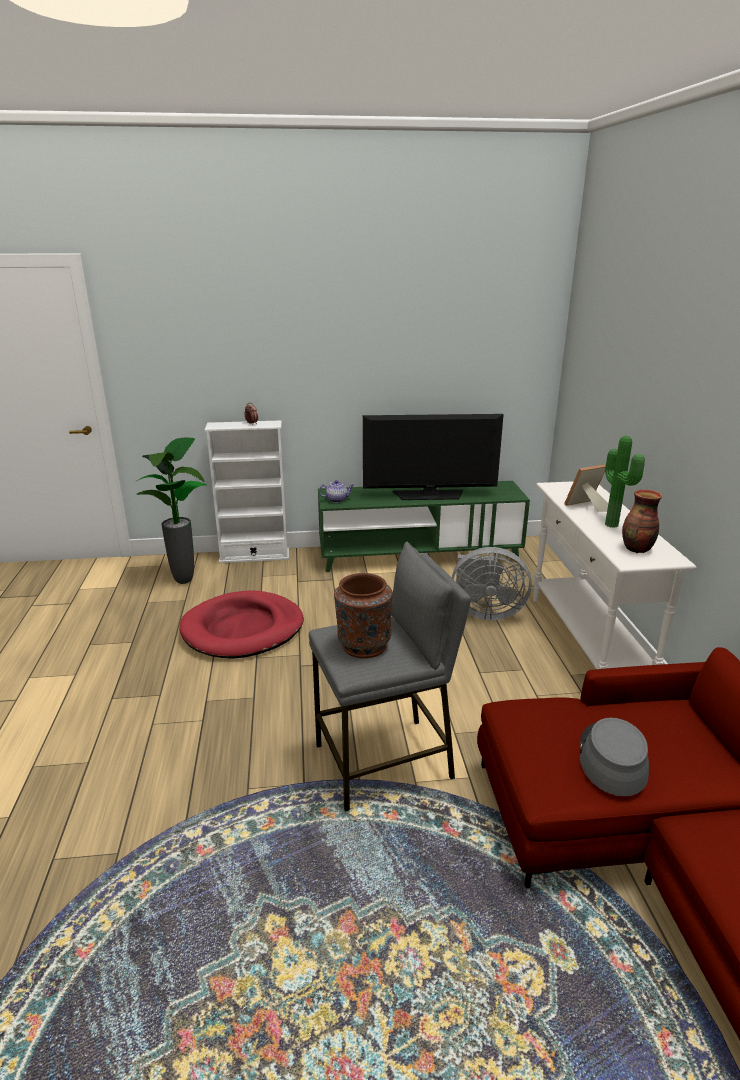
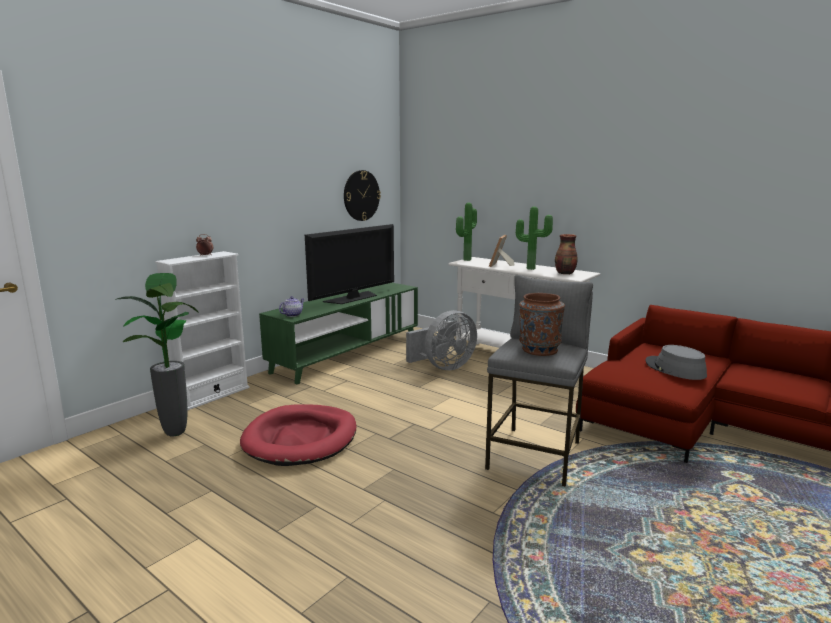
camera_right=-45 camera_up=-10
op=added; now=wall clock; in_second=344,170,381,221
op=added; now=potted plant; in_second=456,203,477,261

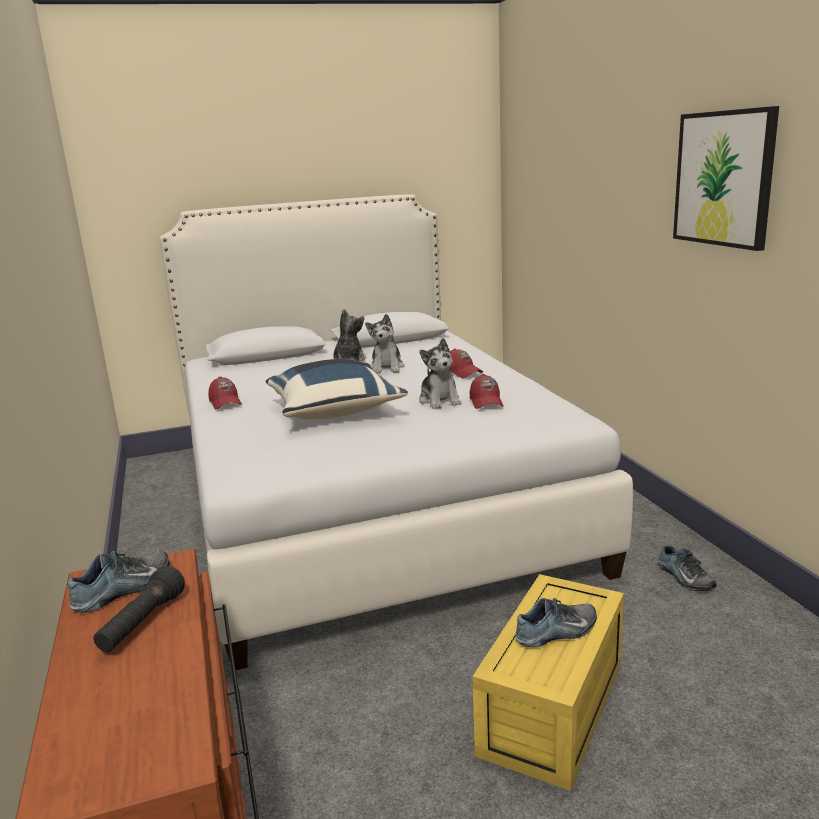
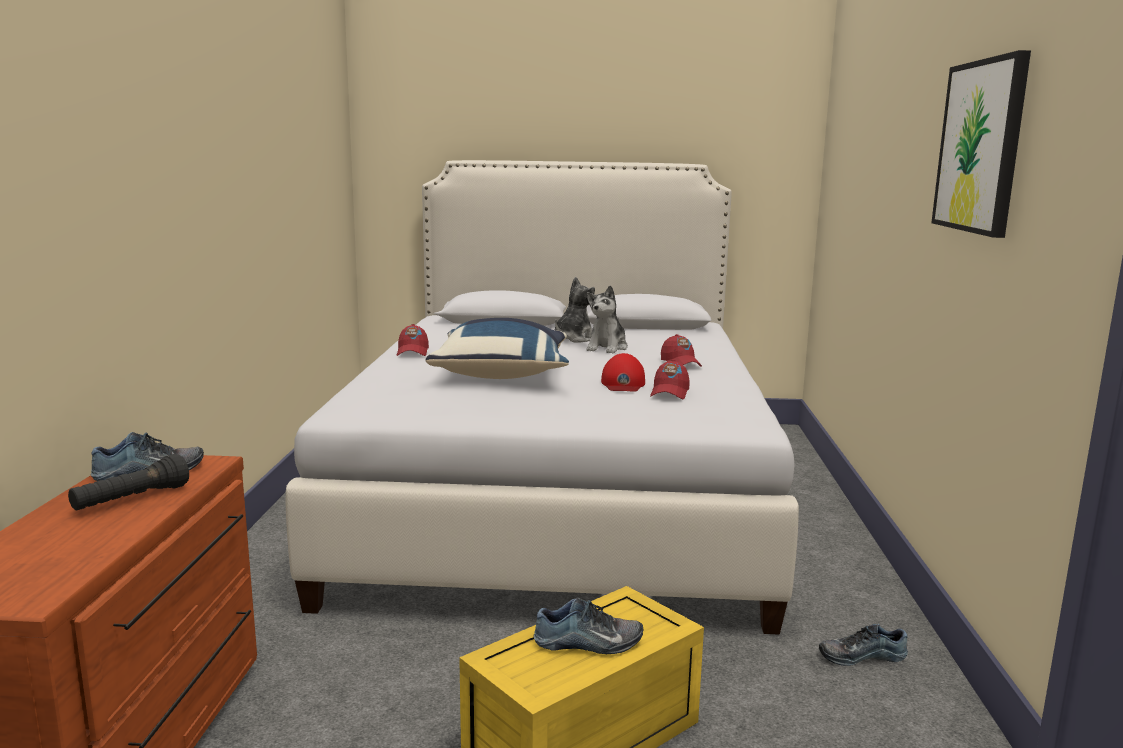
camera_right=20 camera_up=-5
op=replaced; was=soft toy; now=reddish peaked cap; in_first=419,338,462,409; in_second=601,353,645,392
op=turned; was=item of footwear; in_first=658,545,717,591; in_second=819,624,908,666; clockwise=90

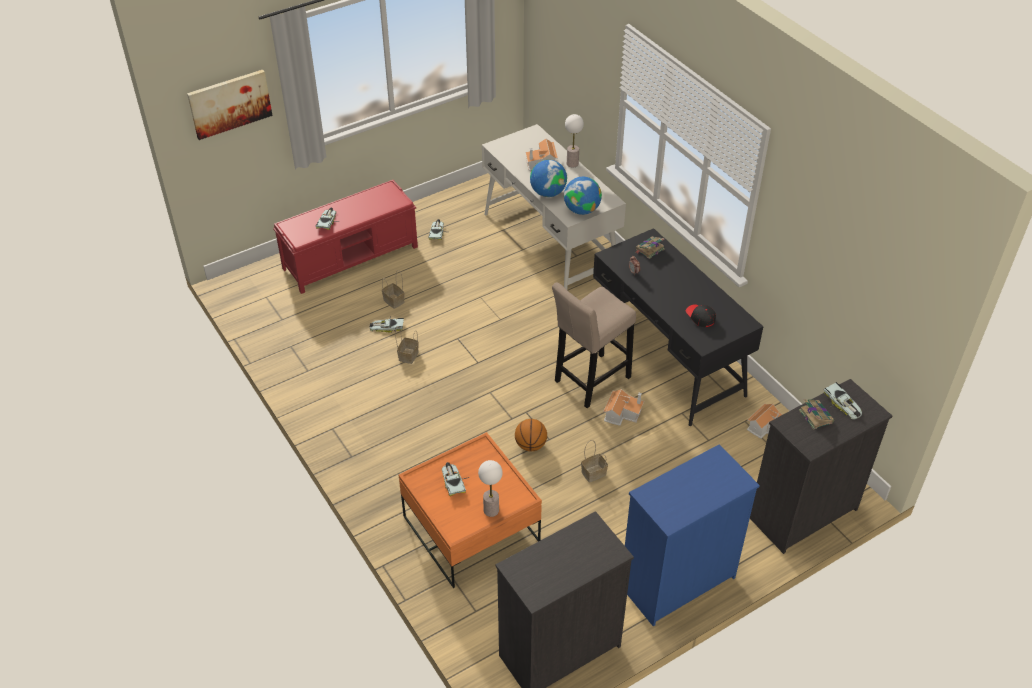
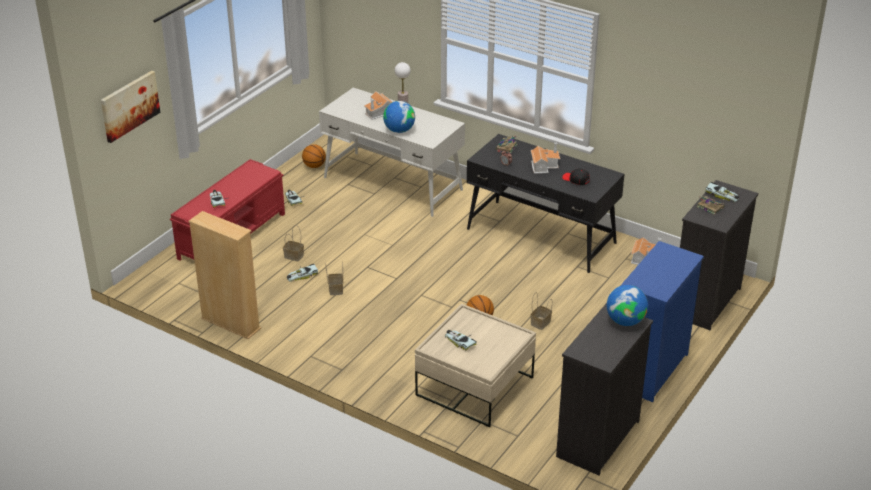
camera_right=-25 camera_up=-10
op=removed; was=table lamp; in_first=478,460,503,517
op=removed; was=sand-coloured sitting stool; in_first=552,283,636,408
op=added; now=sand-coloured bookshelf; in_second=188,211,261,339
op=added; now=basketball ball; in_second=302,144,326,168
op=moved; was=desk globe; in_first=564,177,602,215; in_second=607,285,648,326
op=moved; was=toy house; in_first=603,389,644,426; in_second=531,142,560,173
op=recoloured; was=orangey low table; now=sand-coloured low table; in_first=399,432,542,588; in_second=415,304,536,427

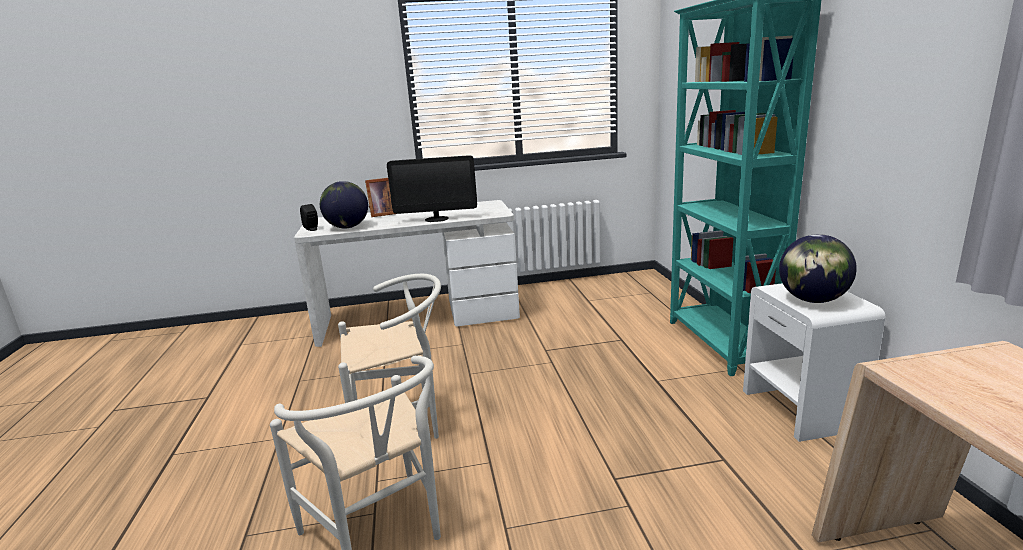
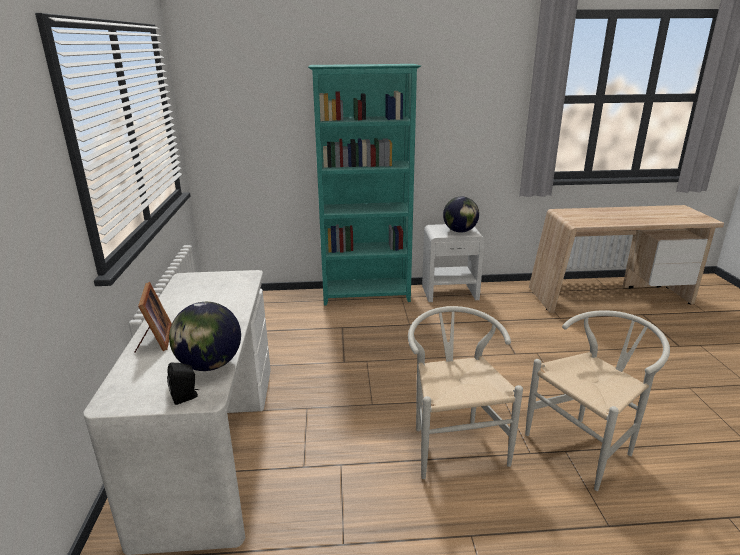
camera_right=-85 camera_up=5
op=removed; was=monitor; in_first=387,155,477,222

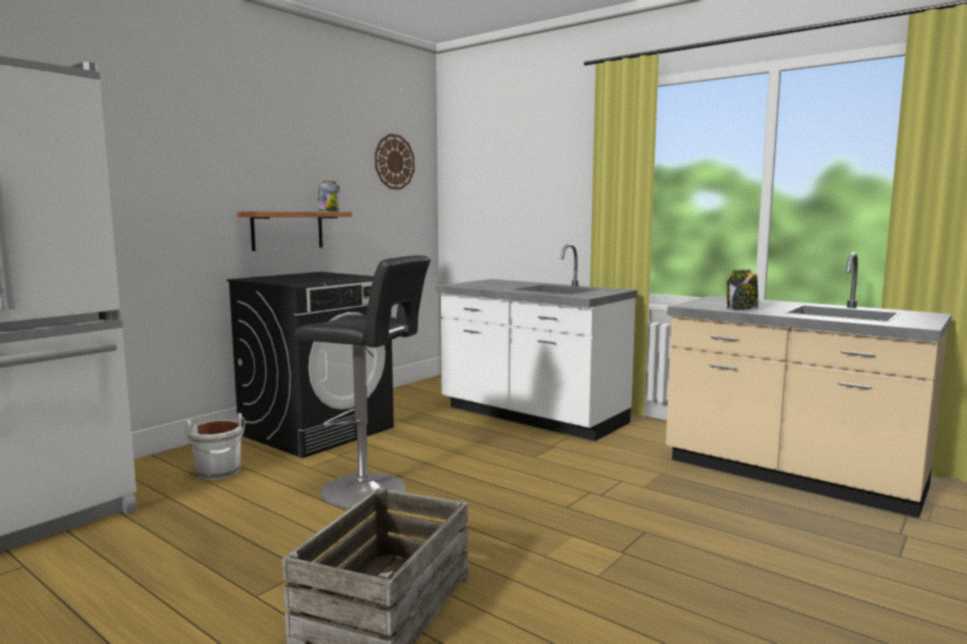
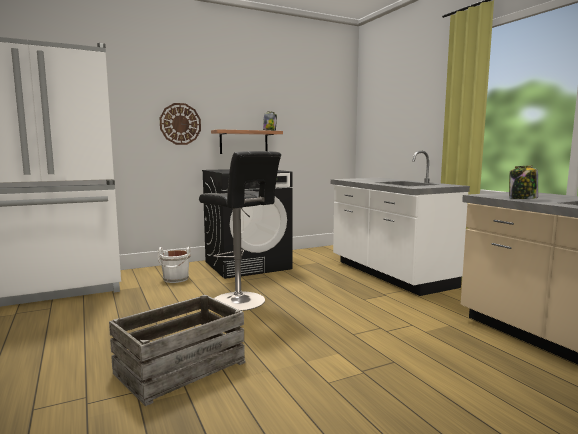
camera_right=25 camera_up=0
op=moved; was=wall clock; in_first=375,134,415,190; in_second=160,103,201,145

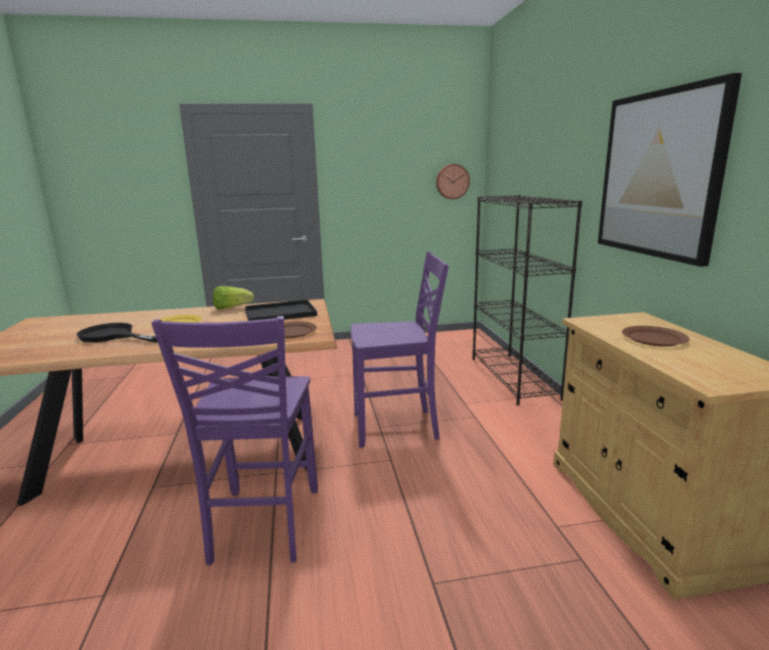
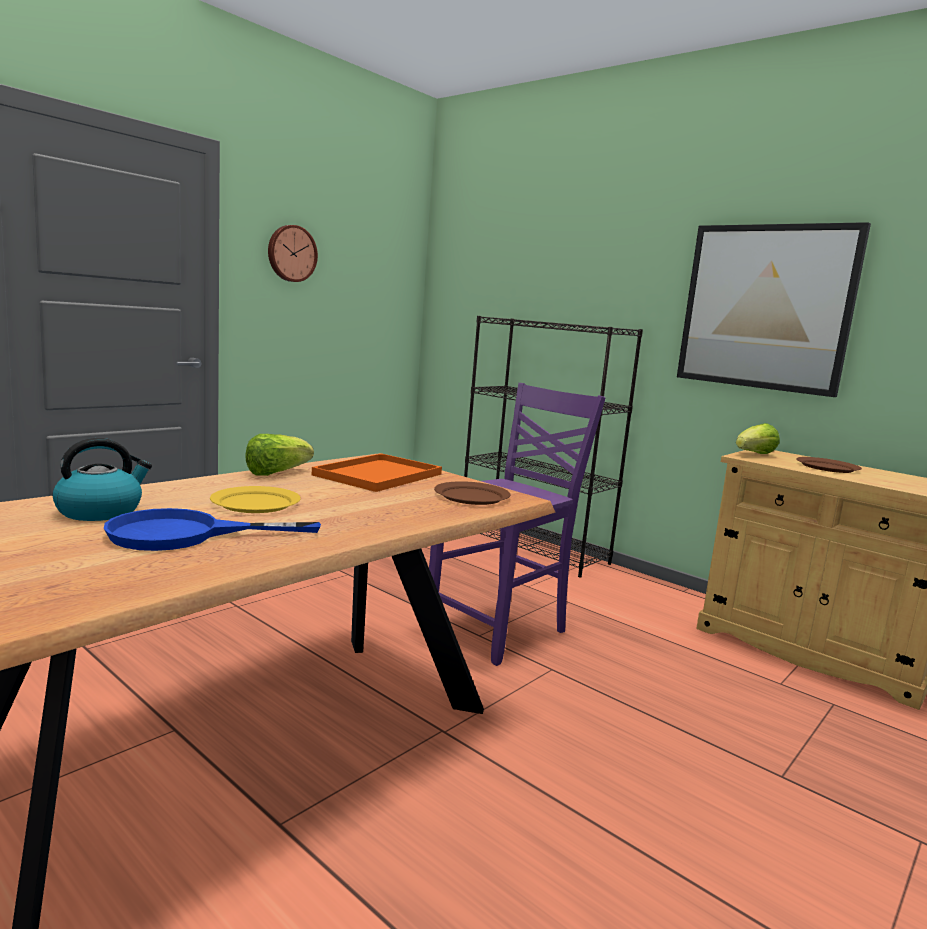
camera_right=-40 camera_up=-5
op=removed; was=purple-coloured plain chair; in_first=151,316,318,565
op=added; now=water kettle; in_second=52,438,152,521
op=added; now=head of lettuce; in_second=736,423,780,454
op=moved; was=wall clock; in_first=436,164,470,199; in_second=268,225,318,282
op=recoloured; was=blackish frying pan; now=blue-coloured frying pan; in_first=76,323,158,343; in_second=104,508,321,551
op=recoloured; was=blackish tray; now=orangey tray; in_first=245,300,317,321; in_second=312,453,442,492

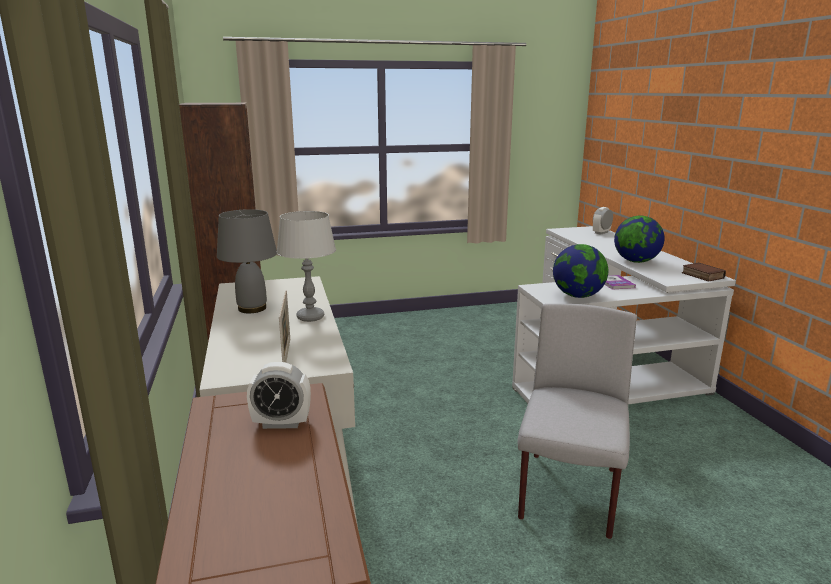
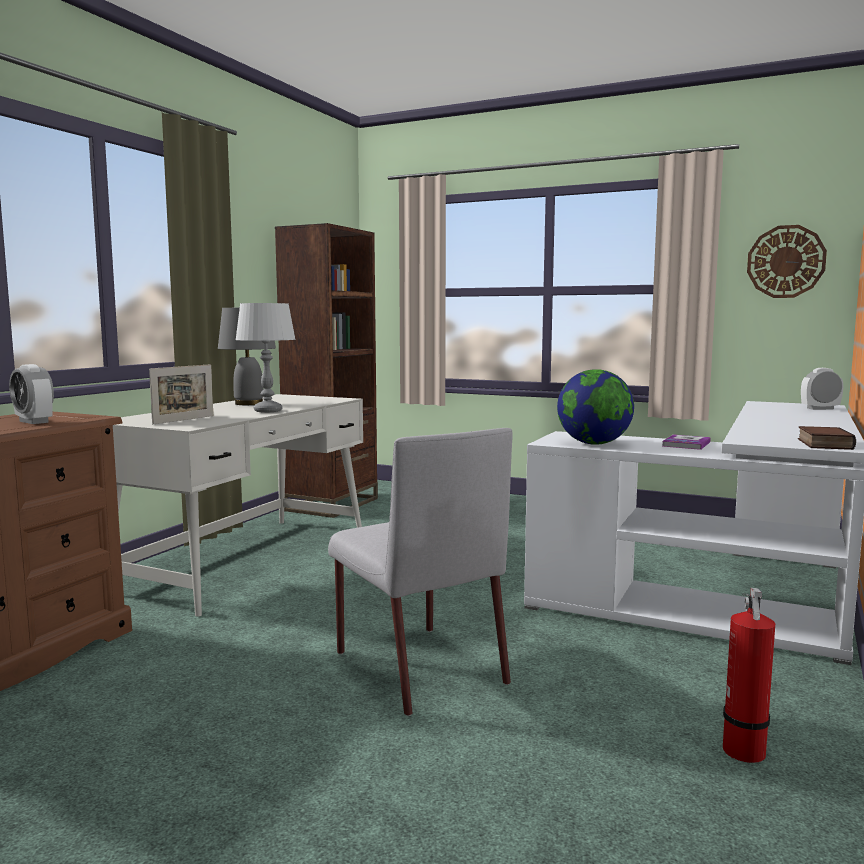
camera_right=40 camera_up=-10
op=removed; was=desk globe; in_first=614,216,664,263
op=added; now=extinguisher; in_second=723,588,775,763
op=added; now=wall clock; in_second=747,225,827,298
op=turned; was=greyish plain chair; in_first=517,304,637,539; in_second=328,428,513,716; clockwise=90

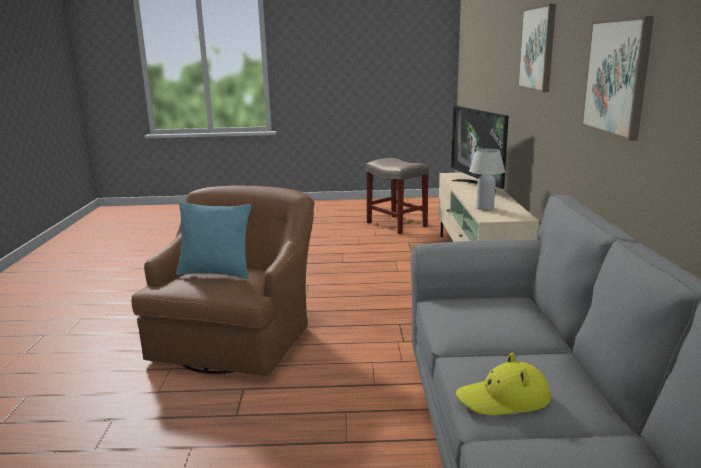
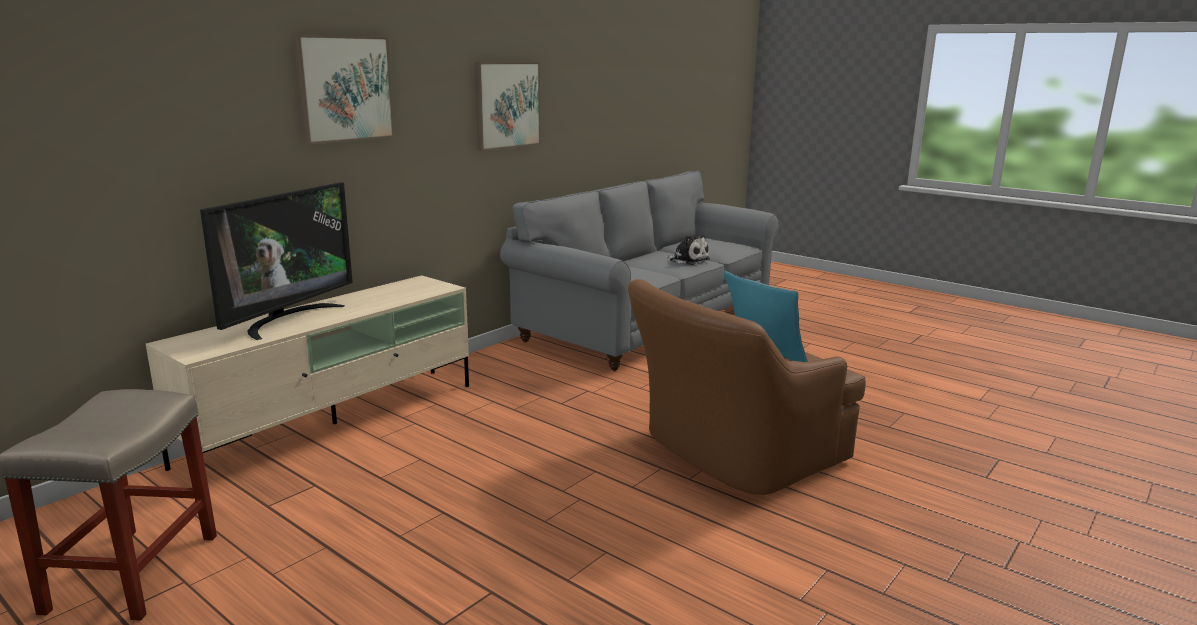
camera_right=-140 camera_up=0
op=removed; was=white table lamp; in_first=469,149,505,210
op=replaced; was=yellow-coloured hat; now=soft toy; in_first=456,353,551,415; in_second=665,234,710,265

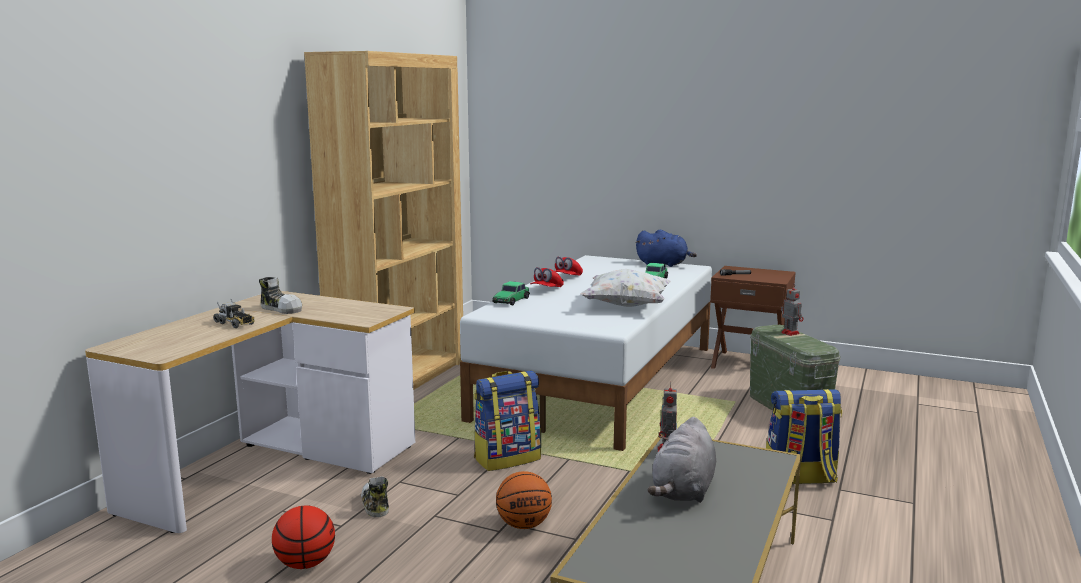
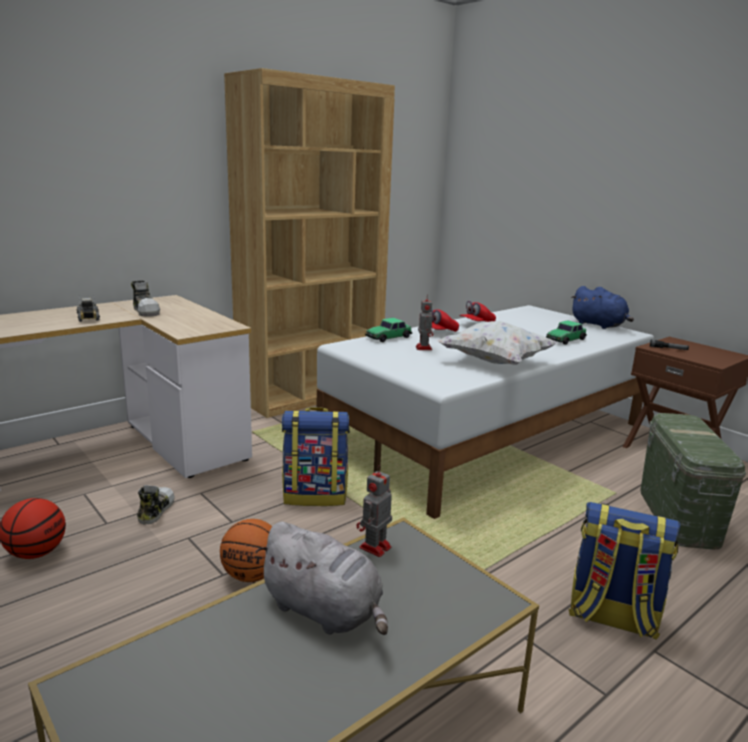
camera_right=25 camera_up=5
op=moved; was=toy robot; in_first=781,284,804,336; in_second=416,294,433,350
op=turned; was=greyish soft toy; in_first=648,417,716,503; in_second=255,522,388,635; clockwise=-105

